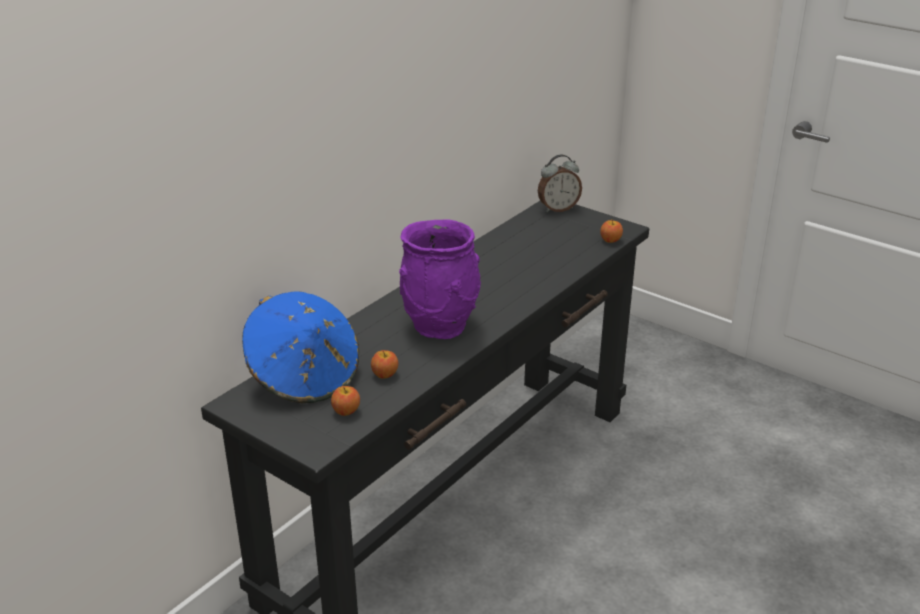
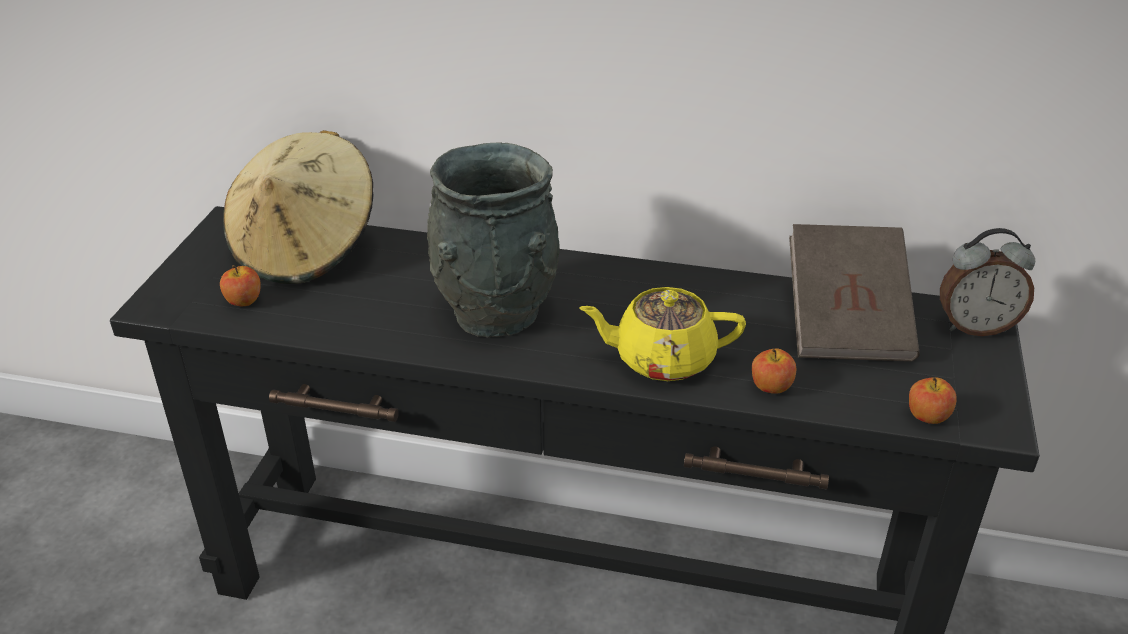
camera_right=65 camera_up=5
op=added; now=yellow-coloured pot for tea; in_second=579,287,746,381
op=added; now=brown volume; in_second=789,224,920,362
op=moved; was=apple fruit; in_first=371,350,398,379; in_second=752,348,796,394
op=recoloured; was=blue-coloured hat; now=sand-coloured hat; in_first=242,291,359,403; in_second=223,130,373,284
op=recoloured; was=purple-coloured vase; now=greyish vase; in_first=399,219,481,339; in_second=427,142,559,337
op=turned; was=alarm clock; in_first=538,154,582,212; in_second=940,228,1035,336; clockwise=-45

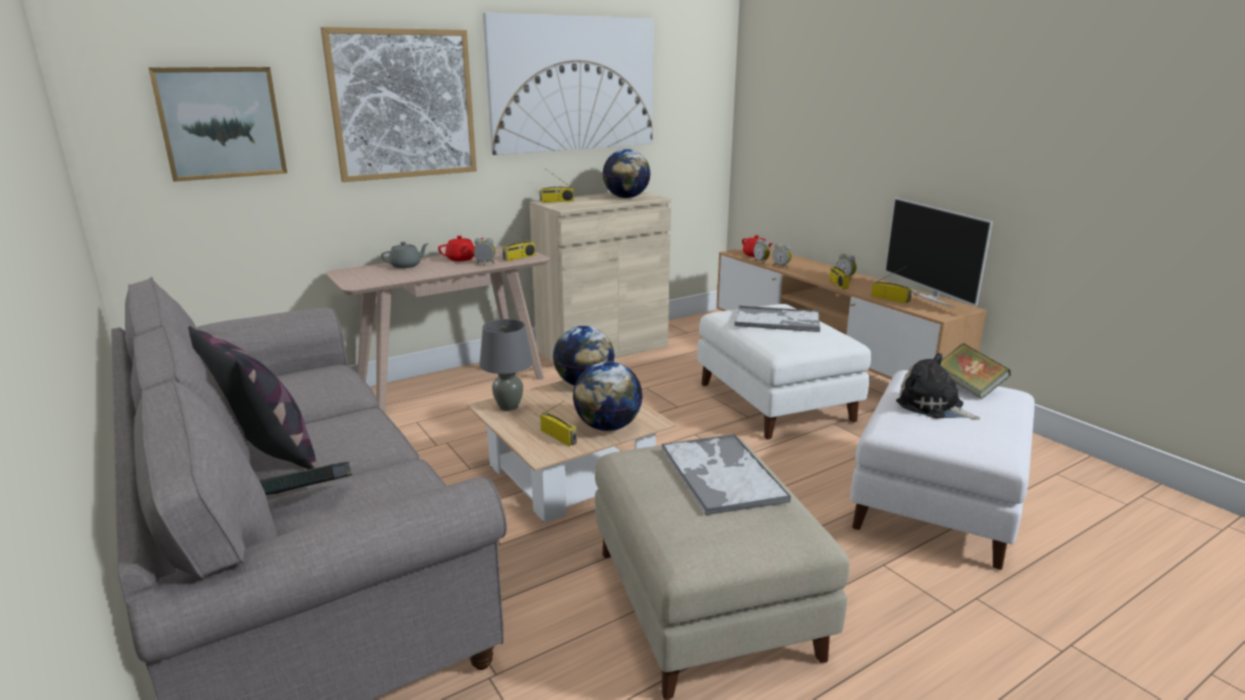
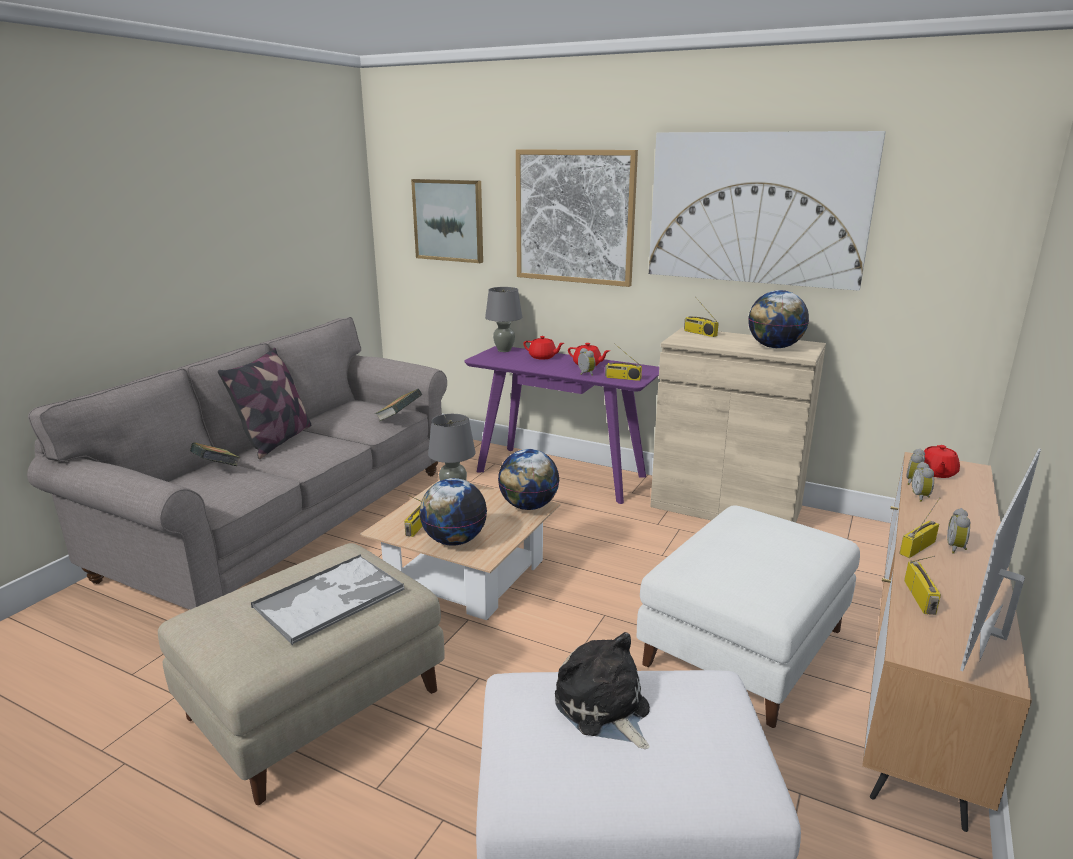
camera_right=60 camera_up=0
op=removed; was=tray; in_first=734,306,820,332
op=added; now=greyish table lamp; in_second=485,287,522,352
op=moved; was=volume; in_first=940,343,1011,399; in_second=375,389,422,421
op=recoloured; was=sand-coloured hall table; now=purple-coloured hall table; in_first=325,246,550,412; in_second=464,346,659,504
op=recoloured; was=greyish pot for tea; now=reddish pot for tea; in_first=381,242,429,268; in_second=523,336,564,360
op=turned; was=soft toy; in_first=896,353,980,420; in_second=555,632,650,749; clockwise=-45

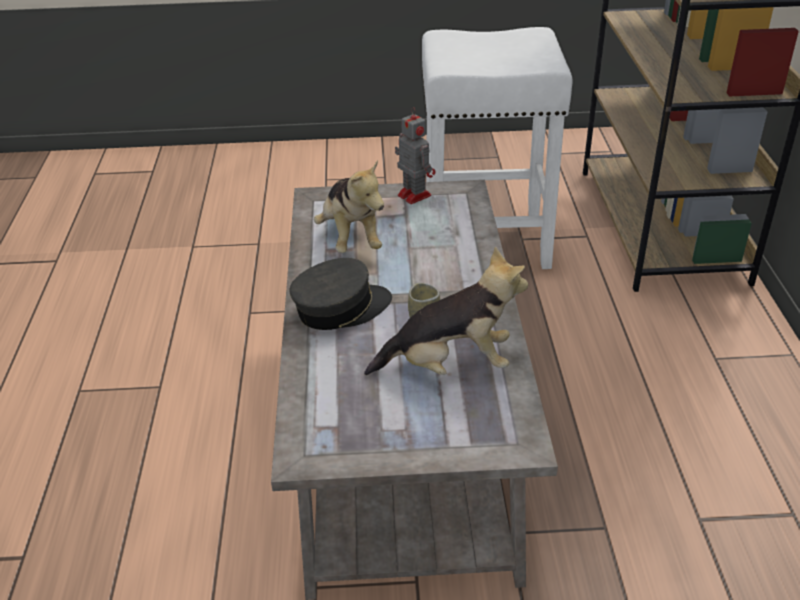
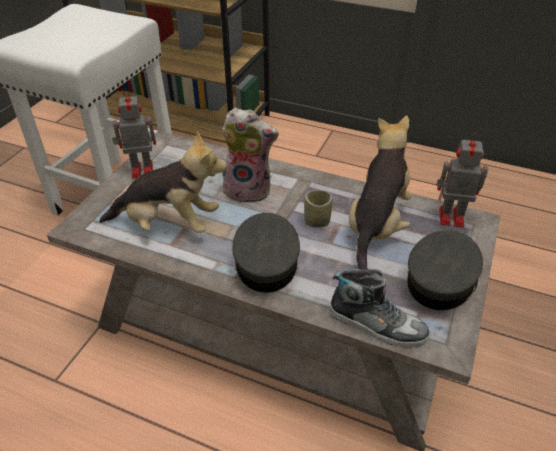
camera_right=-65 camera_up=5
op=added; now=soft toy; in_second=222,108,279,203
op=added; now=item of footwear; in_second=330,269,429,348
op=added; now=greyish peaked cap; in_second=407,230,483,310
op=added; now=toy robot; in_second=437,133,488,228

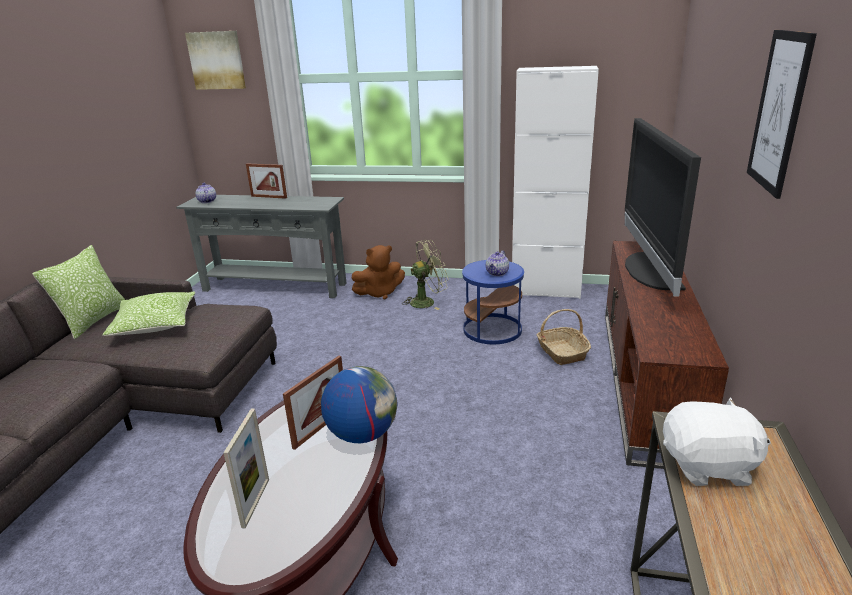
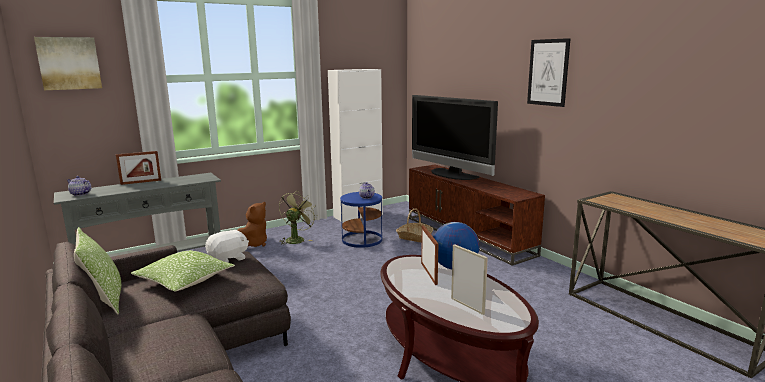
camera_right=-45 camera_up=-10
op=moved; was=white soft toy; in_first=663,397,771,486; in_second=205,230,249,263

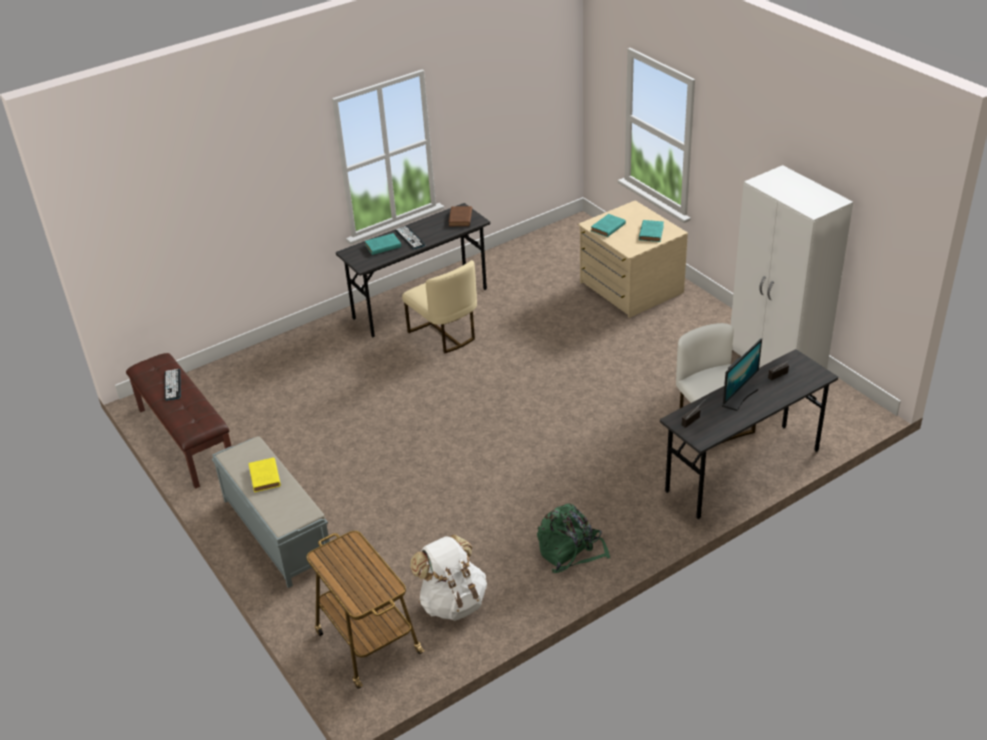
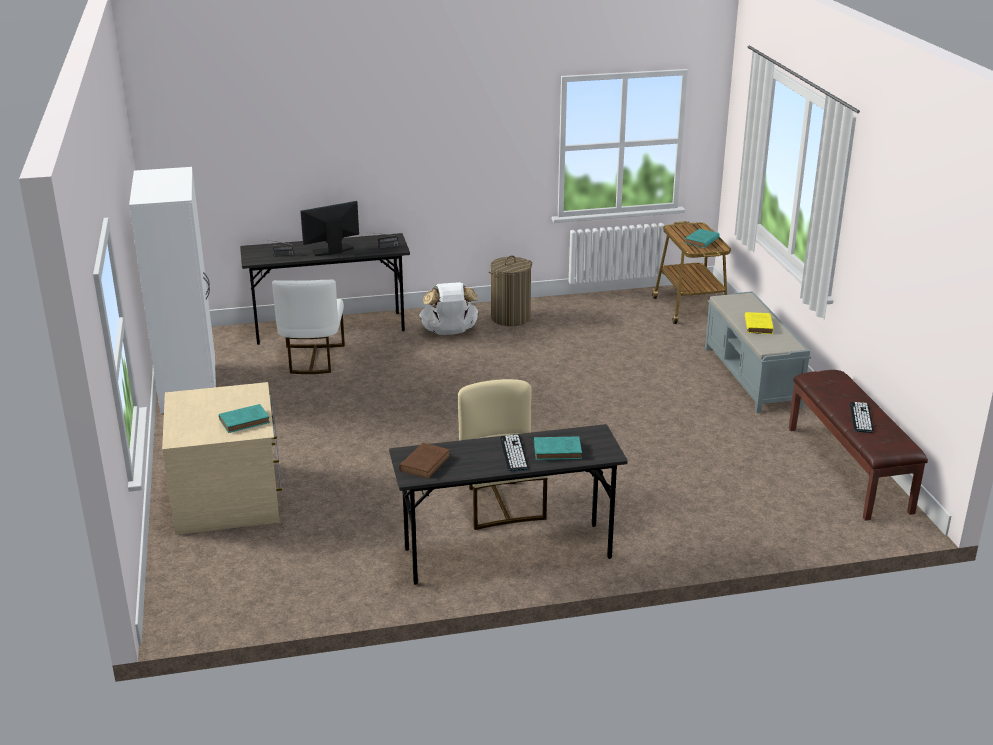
camera_right=-160 camera_up=-10
op=moved; was=white backpack; in_first=410,534,487,621; in_second=419,282,479,335
op=moved; was=turquoise-coloured volume; in_first=639,220,664,242; in_second=685,229,720,248
op=replaced; was=green-coloured backpack; now=laundry basket; in_first=537,503,610,573; in_second=489,256,532,326

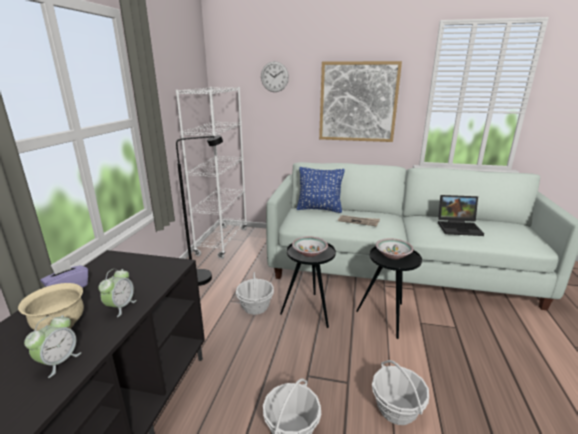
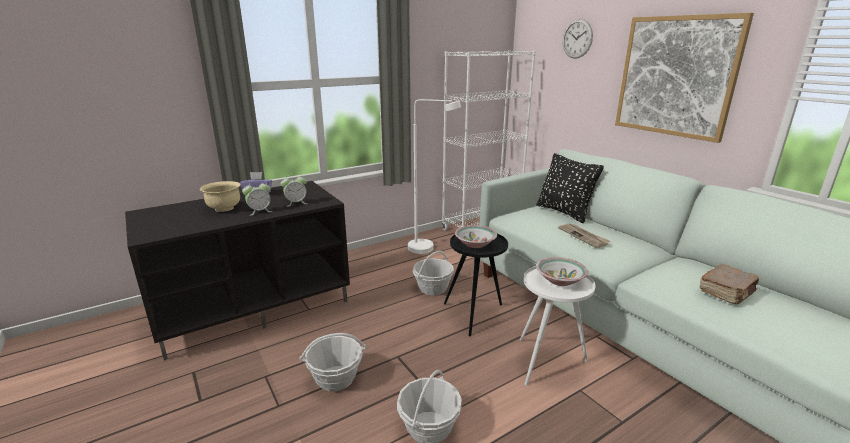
camera_right=45 camera_up=0
op=moved; was=alarm clock; in_first=24,315,82,378; in_second=281,173,308,207
op=replaced; was=portable computer; now=brown volume; in_first=438,195,484,236; in_second=700,264,759,304
op=recoloured; was=blackish floor lamp; now=white floor lamp; in_first=176,135,223,286; in_second=408,99,461,254
op=recoloured; was=blue-coloured pillow; now=blackish pillow; in_first=297,167,345,213; in_second=536,153,604,223
op=recoloured; was=blackish accent table; now=white accent table; in_first=356,246,422,339; in_second=520,266,595,386

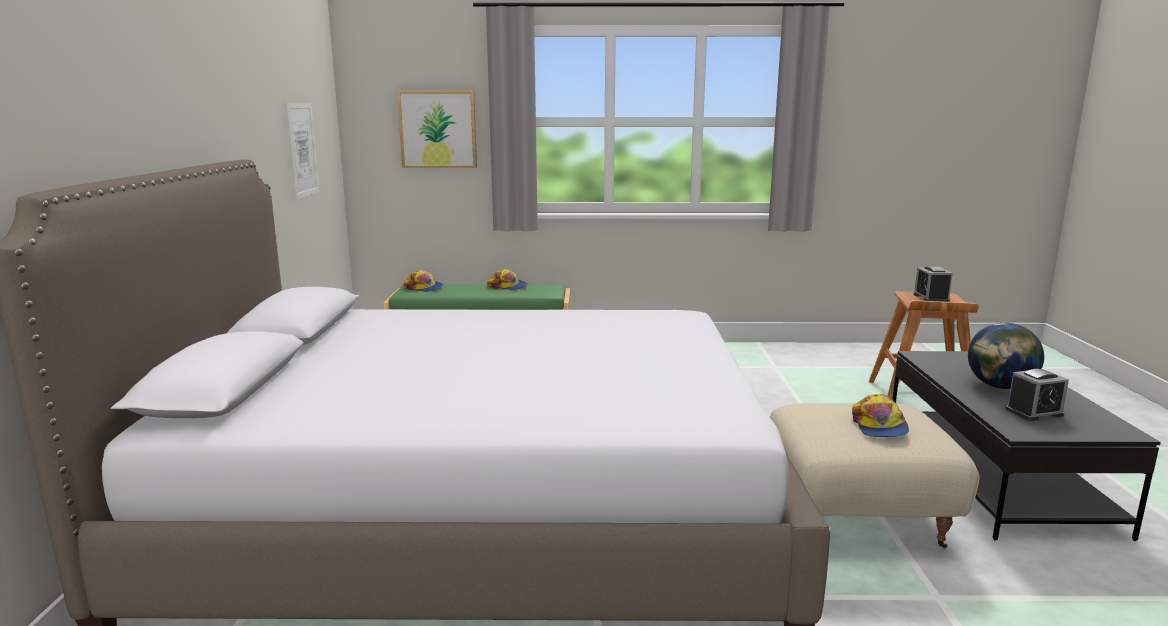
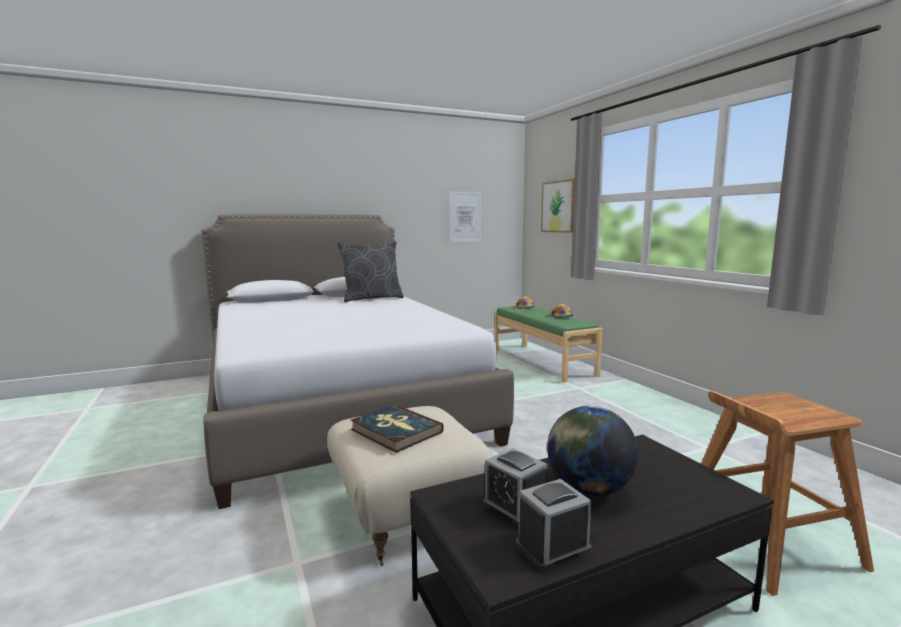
camera_right=65 camera_up=-5
op=added; now=greyish pillow; in_second=338,241,404,302
op=moved; was=alarm clock; in_first=914,267,953,302; in_second=515,479,592,571
op=replaced; was=peaked cap; now=volume; in_first=852,394,909,437; in_second=350,404,444,453

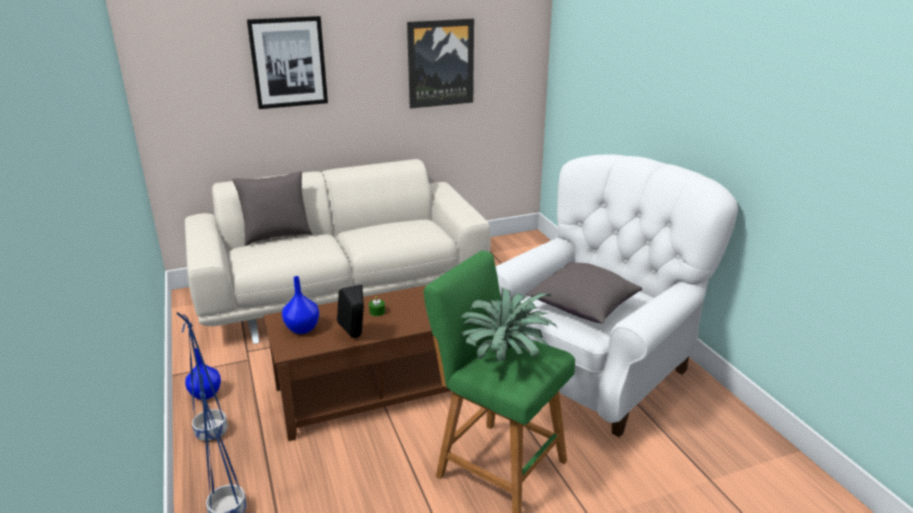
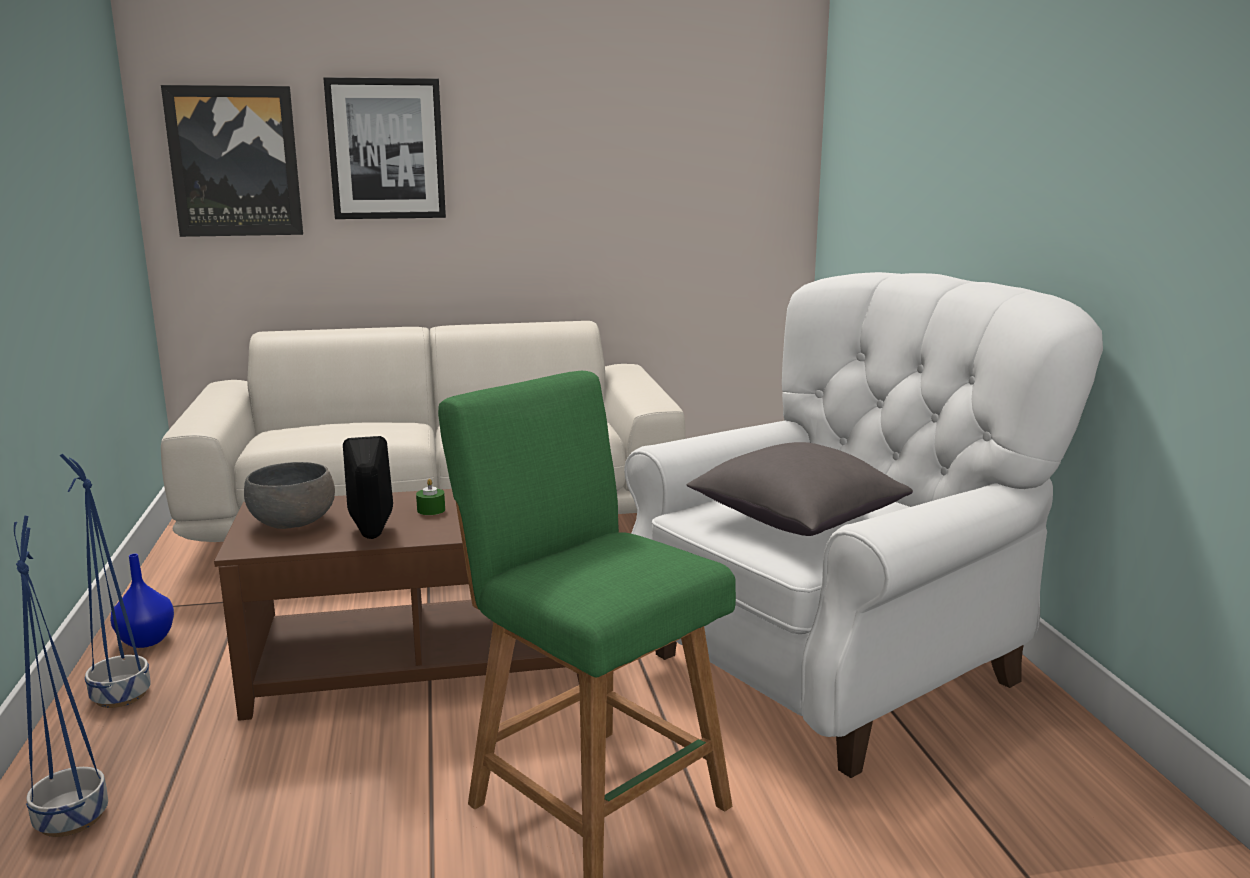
camera_right=10 camera_up=-10
op=removed; was=greyish pillow; in_first=232,171,313,246
op=removed; was=potted plant; in_first=460,287,557,362
op=moved; was=wall art; in_first=407,19,474,109; in_second=161,85,303,237
op=replaced; was=blue-coloured vase; now=greyish serving bowl; in_first=282,276,319,334; in_second=244,462,335,529

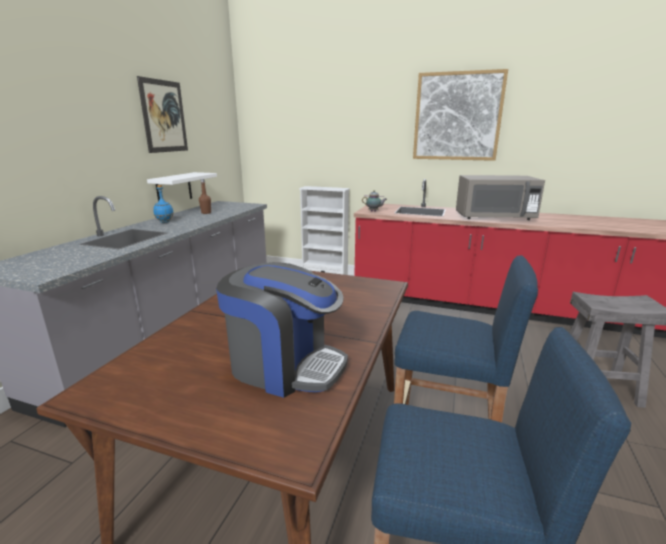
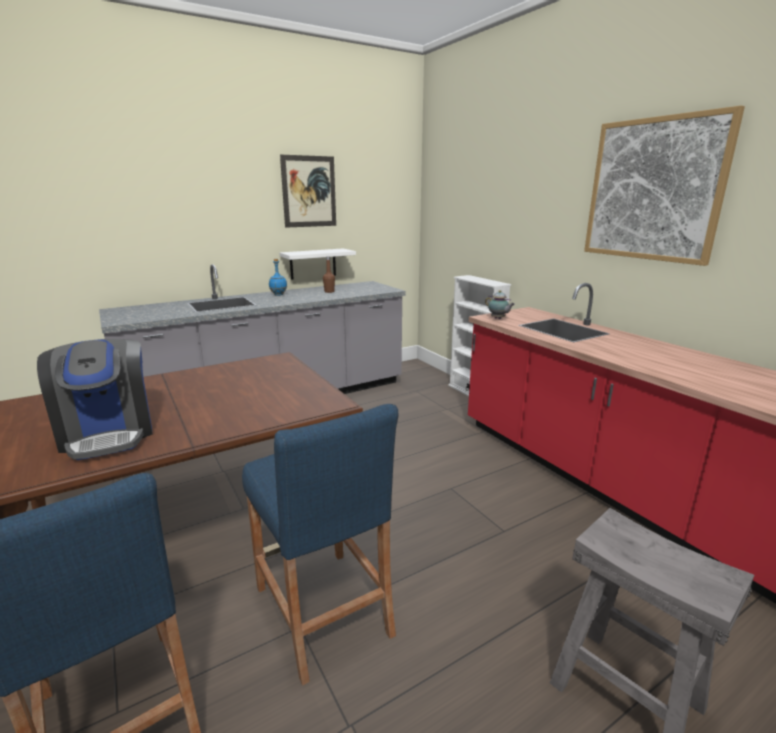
camera_right=40 camera_up=0
op=removed; was=greyish microwave oven; in_first=456,175,545,220

